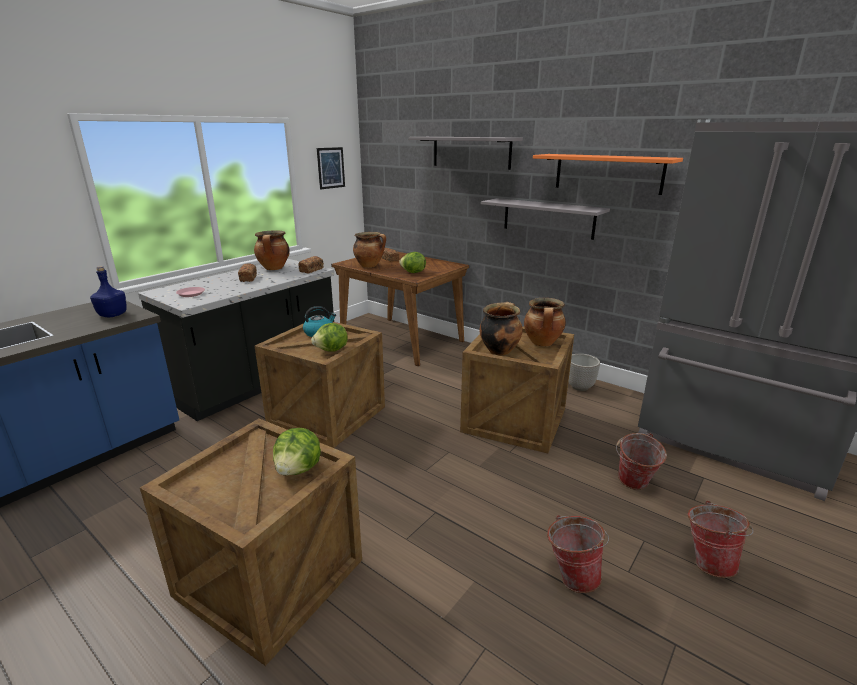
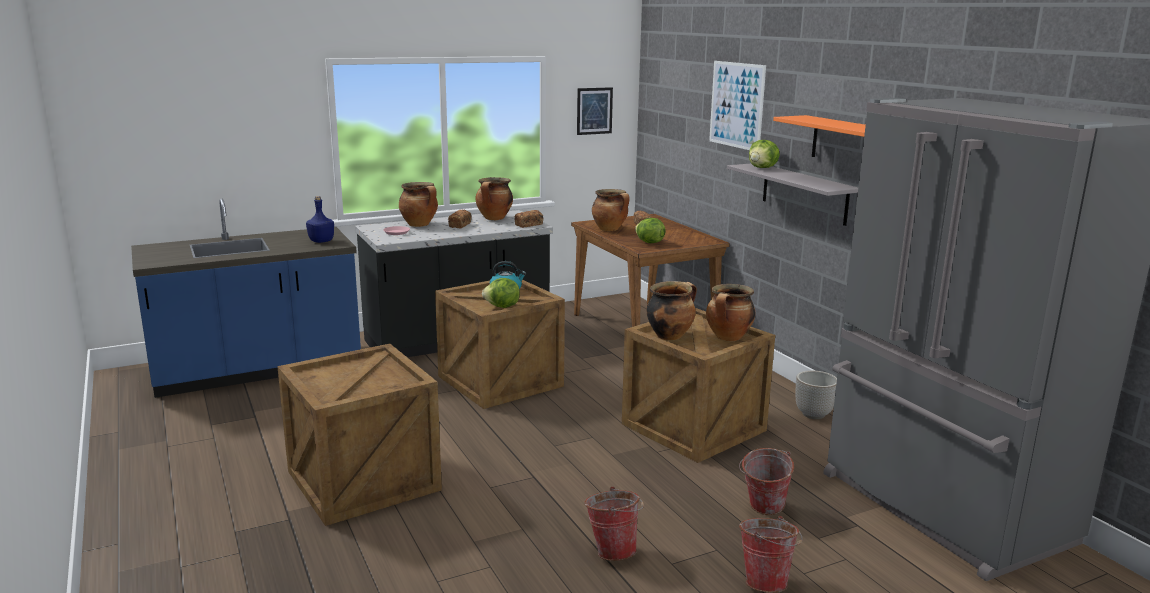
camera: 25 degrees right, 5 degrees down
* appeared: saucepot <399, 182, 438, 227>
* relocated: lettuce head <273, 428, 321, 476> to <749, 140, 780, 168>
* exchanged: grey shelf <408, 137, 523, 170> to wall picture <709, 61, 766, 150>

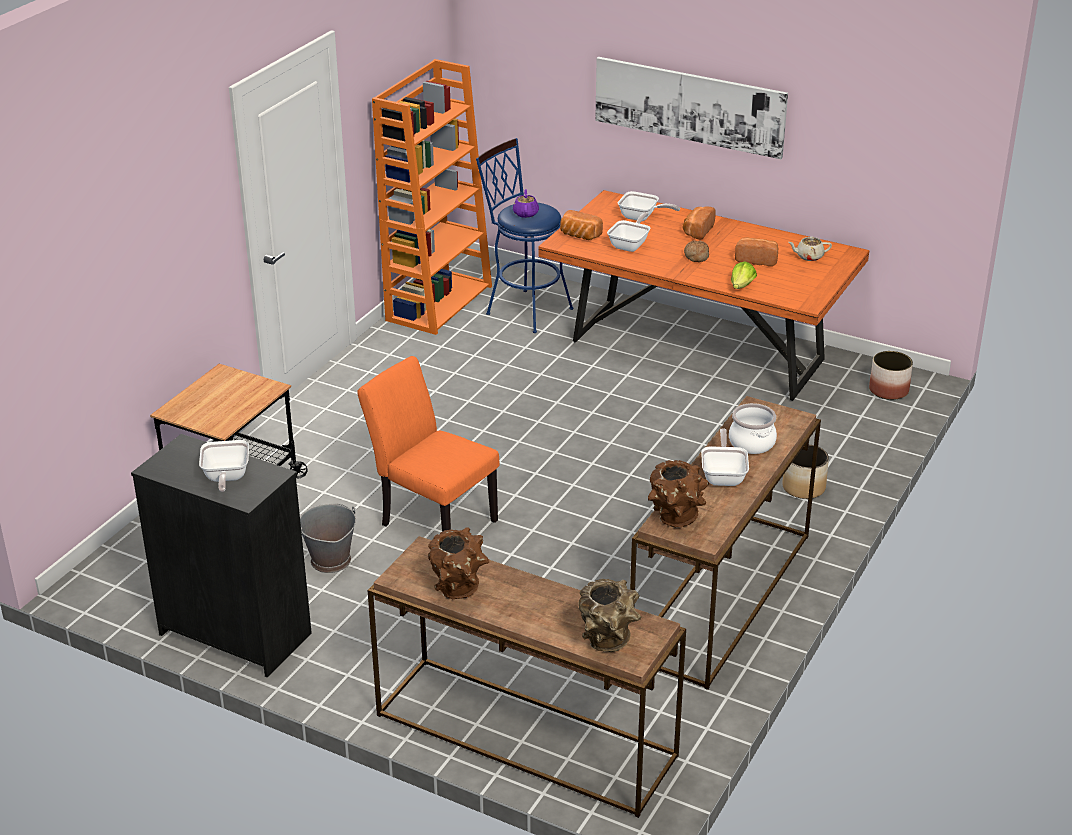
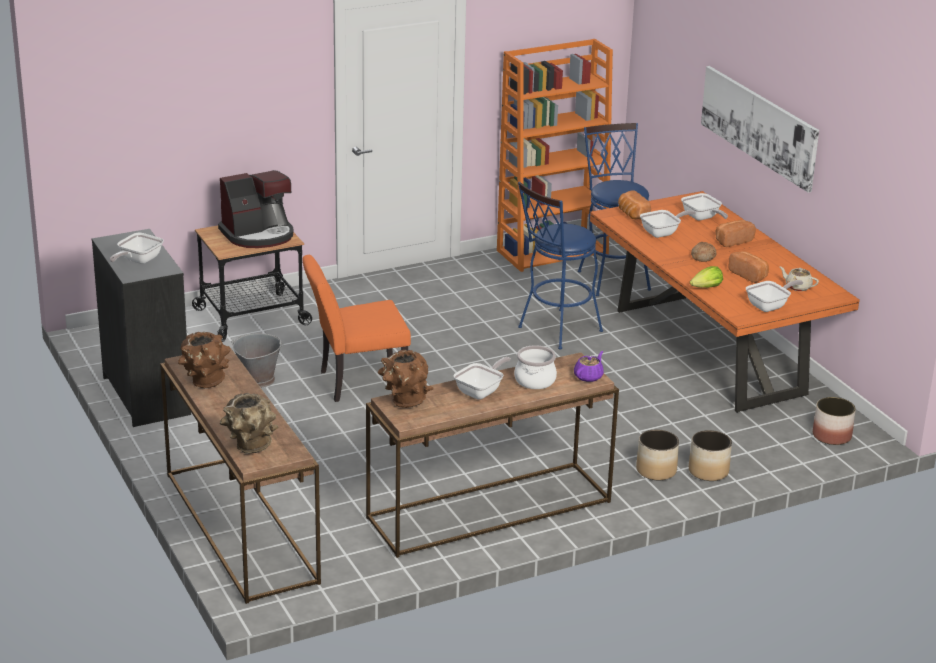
camera: 35 degrees right, 5 degrees down
* appeared: coffee maker <218, 170, 293, 248>
* appeared: blue stool <518, 182, 603, 349>
* appeared: flower pot <689, 430, 732, 481>
* appeared: pan <746, 280, 803, 312>
* relocated: purple pot for tea <513, 189, 539, 218> to <574, 351, 604, 382>
* spun: orange-coloured plain chair <357, 356, 499, 532> = <303, 255, 411, 402> 90 degrees counterclockwise

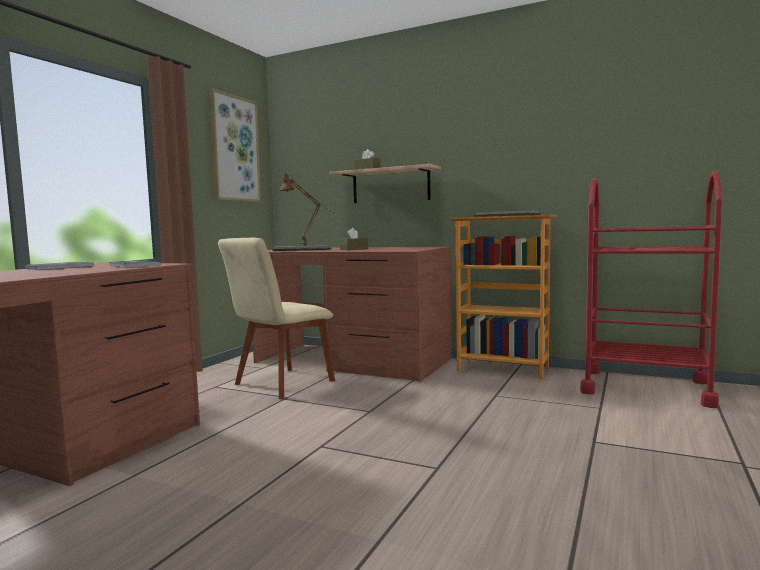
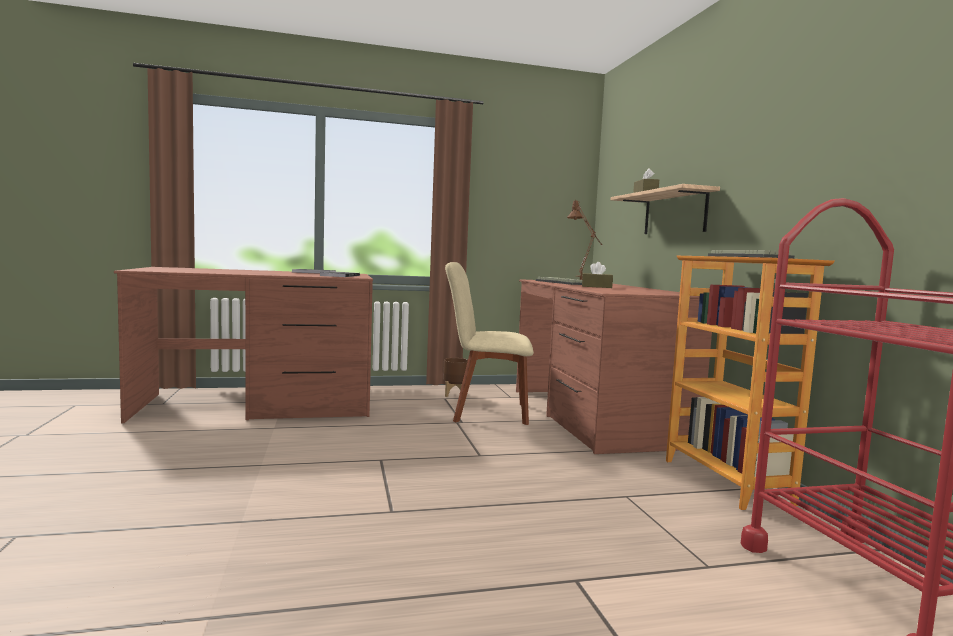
camera: 50 degrees right, 0 degrees up
* missing: wall picture <209, 88, 261, 202>
* appeared: brown-coloured flower pot <443, 358, 468, 397>

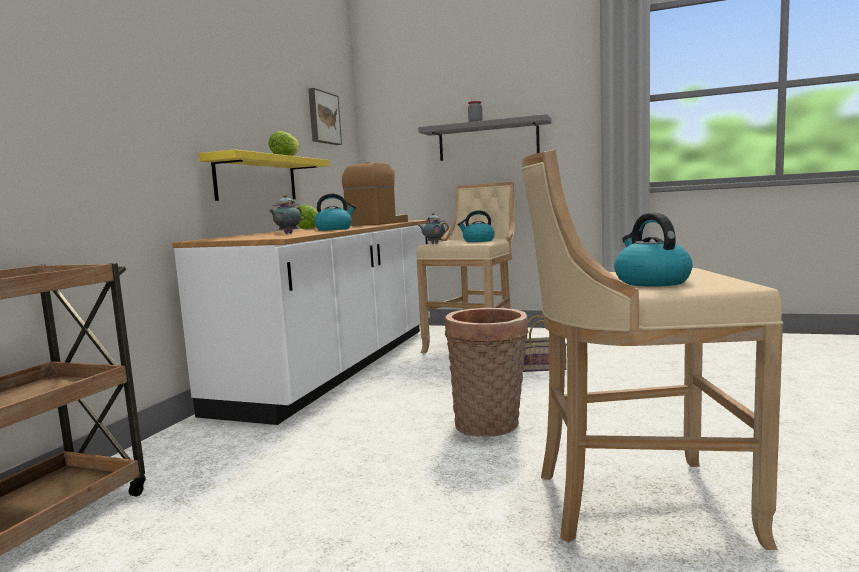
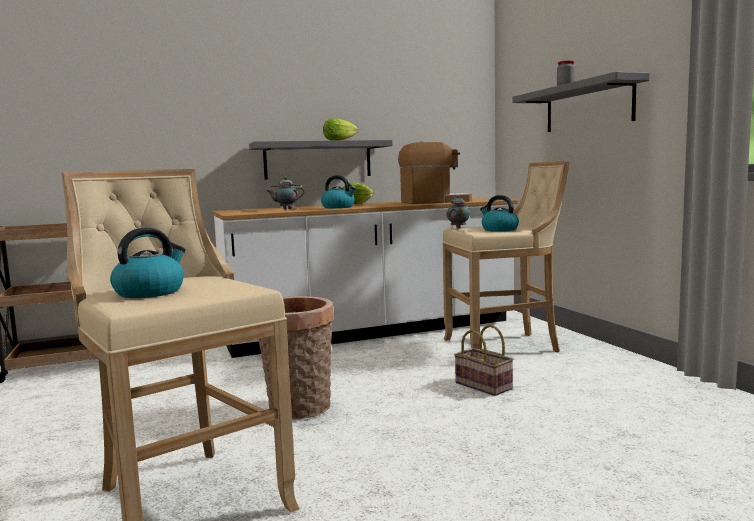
camera: 50 degrees right, 0 degrees up
* missing: wall picture <308, 88, 342, 145>
* colour: yellow-coloured shelf <198, 149, 329, 201> to grey shelf <249, 140, 393, 179>

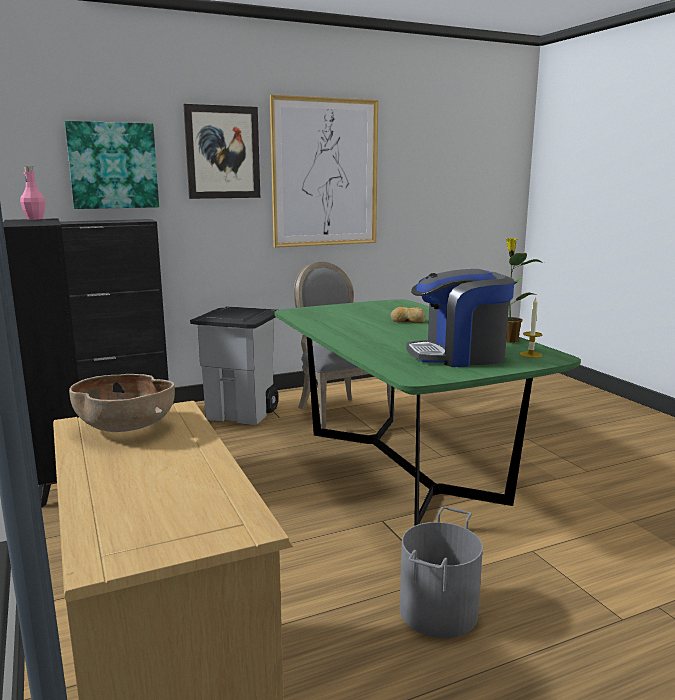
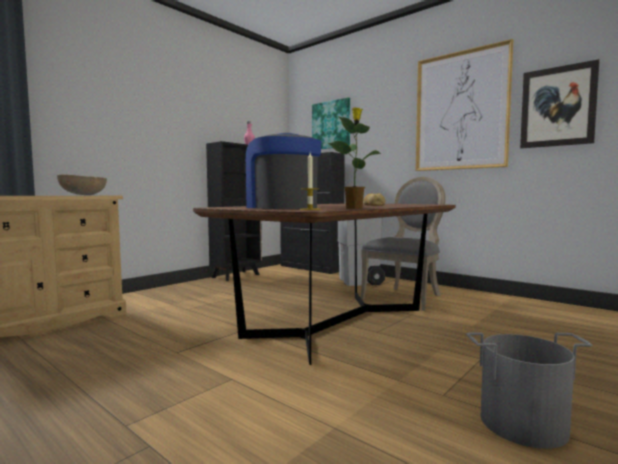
camera: 65 degrees right, 10 degrees down
* relocated: wall picture <183, 104, 260, 199> to <520, 59, 600, 149>
* relocated: grey pail <400, 507, 483, 638> to <466, 332, 592, 449>
* colour: green dining table <274, 299, 581, 526> to brown-coloured dining table <193, 203, 456, 365>

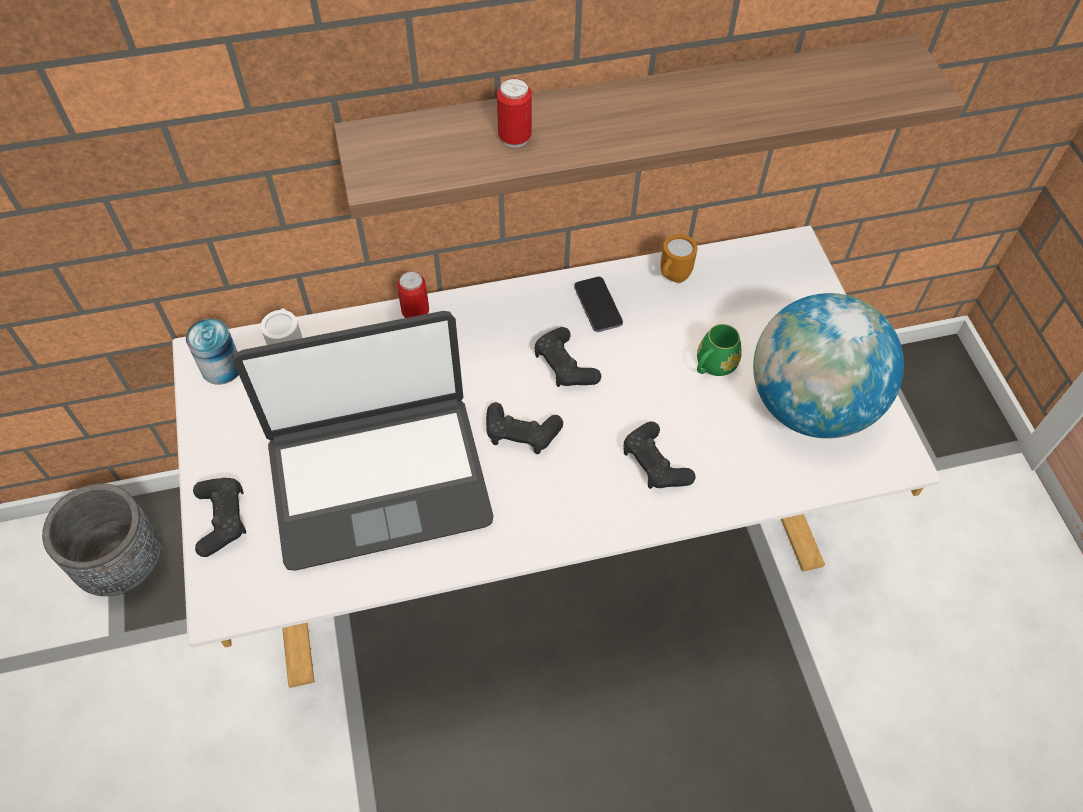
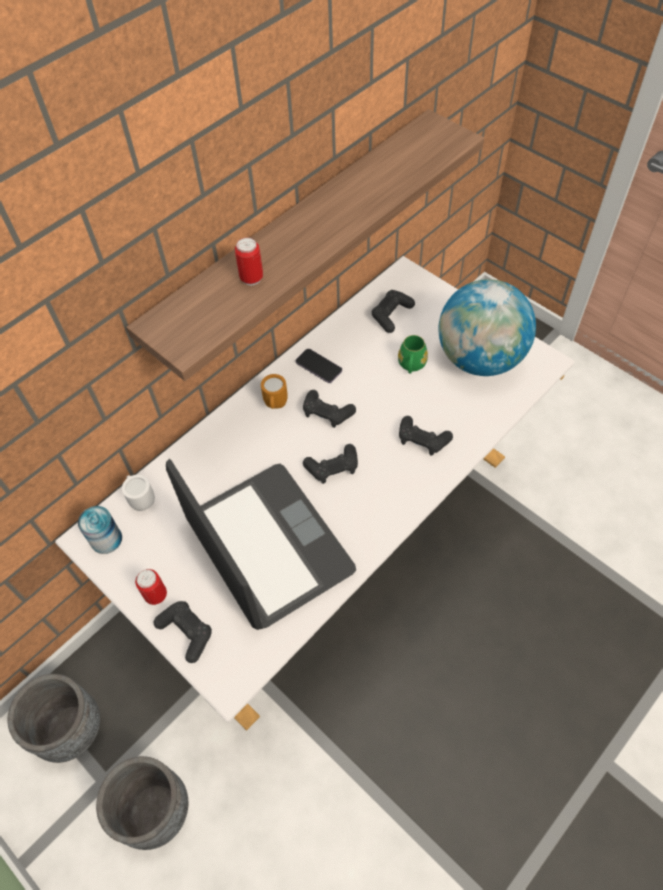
camera: 30 degrees left, 0 degrees up
* appeared: grey flower pot <96, 756, 188, 850>
* appeared: blackish game controller <372, 290, 415, 333>
* relocated: metal can <397, 271, 429, 318> to <135, 569, 167, 605>
* relocated: orange-coloured coffee mug <660, 234, 697, 283> to <261, 374, 288, 409>
* spun: portable computer <234, 311, 493, 570> = <166, 459, 356, 630> 75 degrees counterclockwise

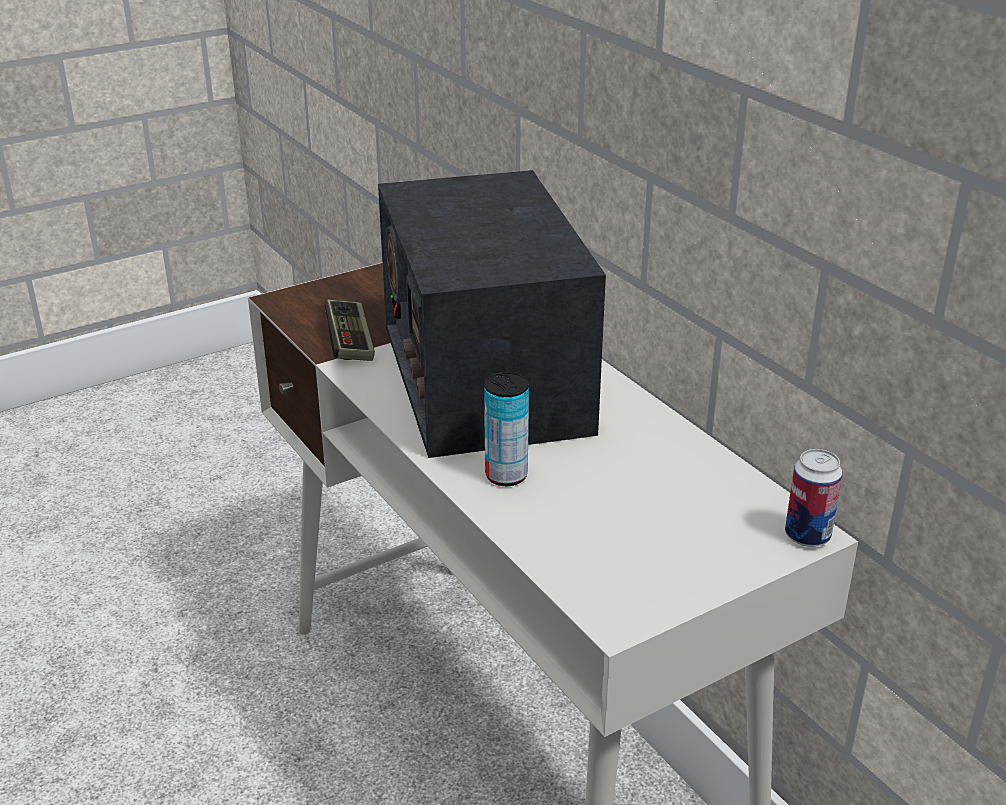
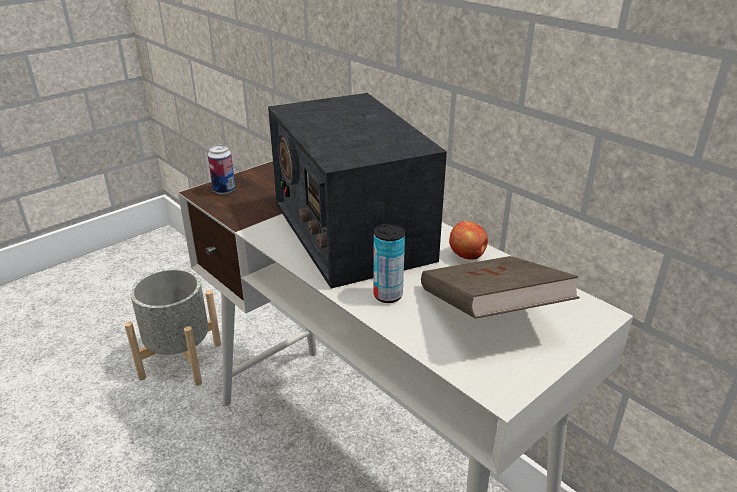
camera: 10 degrees left, 0 degrees up
* missing: game controller <325, 300, 375, 361>
* appeared: grey flower pot <124, 268, 221, 386>
* appeared: brown-coloured volume <421, 256, 580, 319>
* appeared: apple fruit <449, 221, 488, 260>
* relocated: metal can <785, 449, 842, 547> to <208, 145, 235, 195>

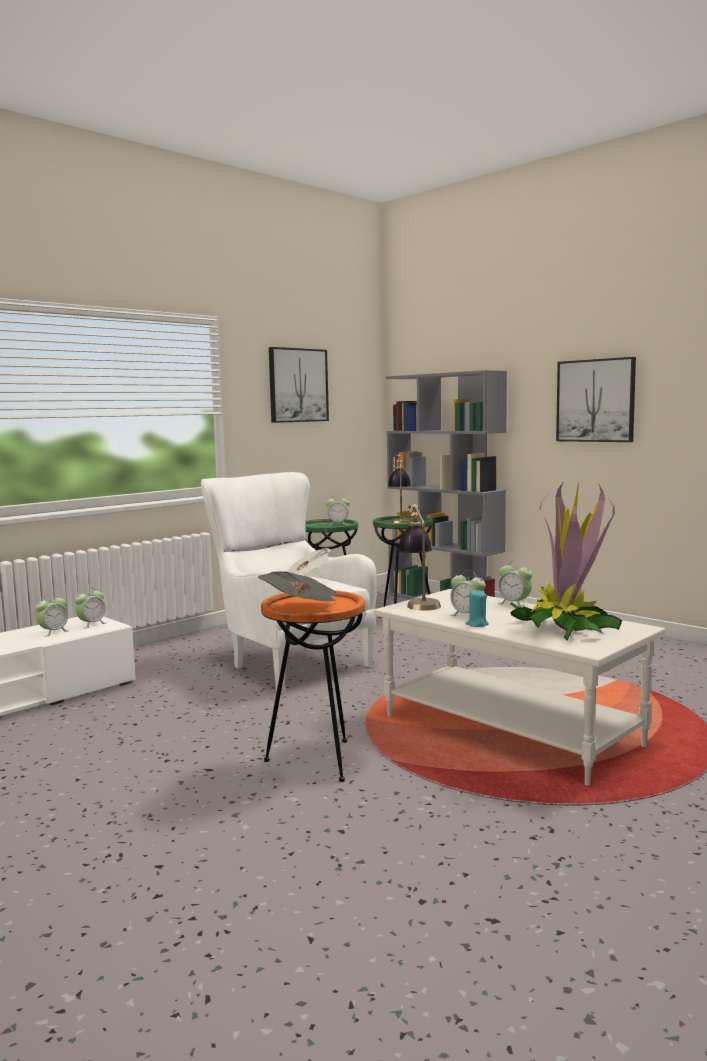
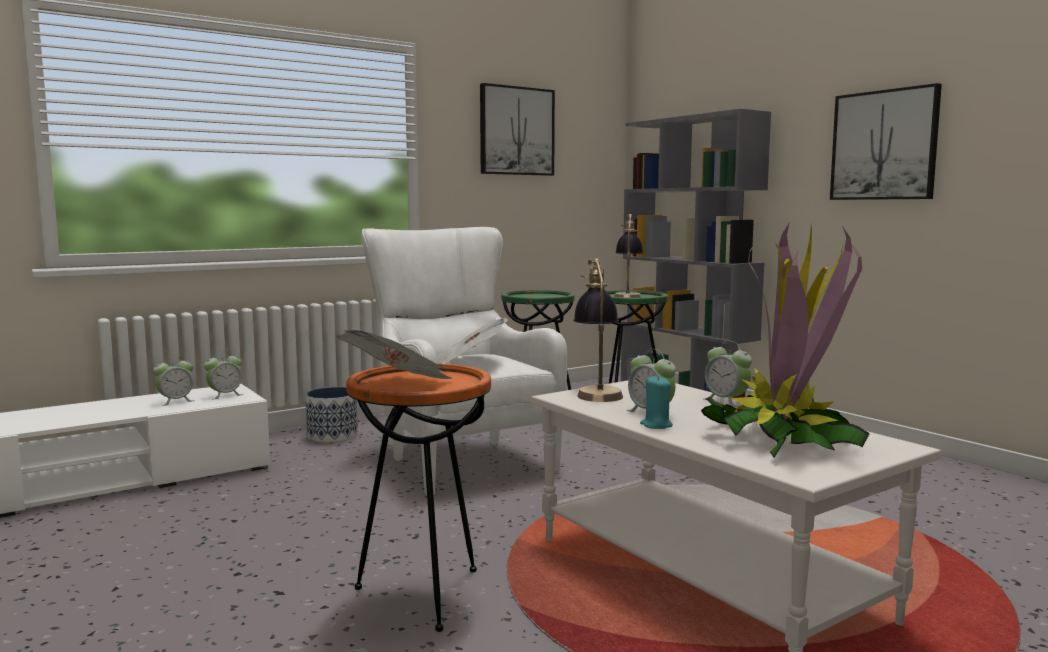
camera: 10 degrees right, 0 degrees up
* missing: bedside clock <326, 499, 350, 525>
* appeared: flower pot <305, 387, 358, 443>

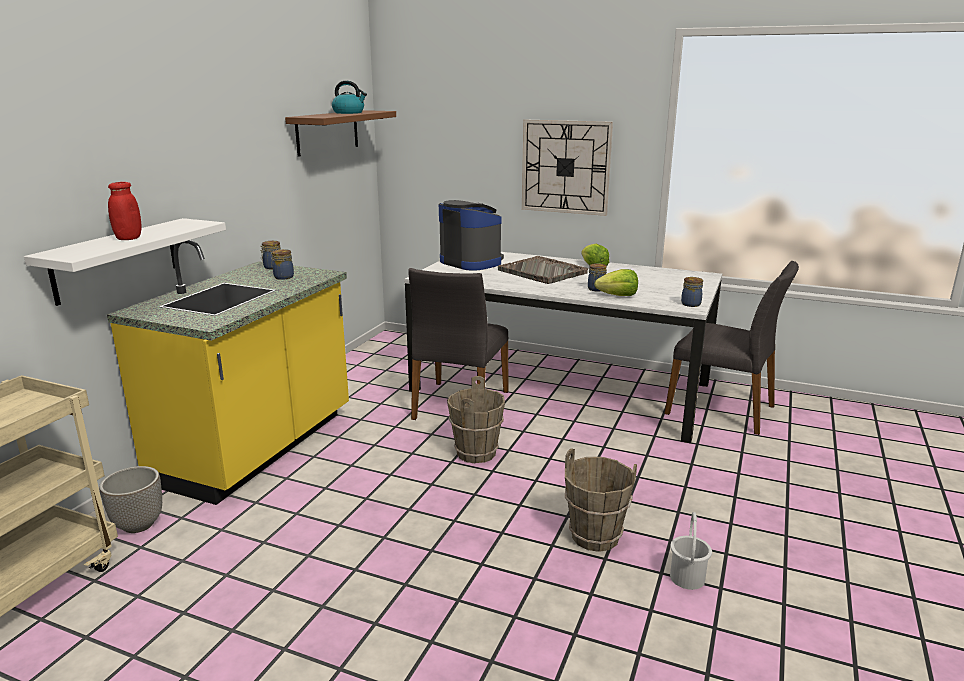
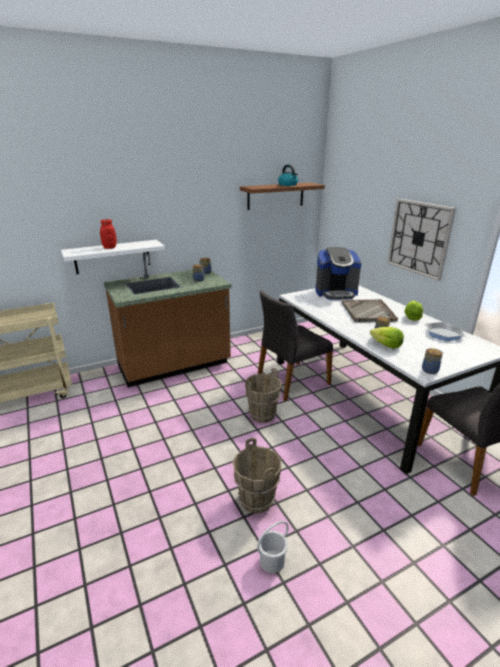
camera: 40 degrees right, 5 degrees up
* missing: flower pot <99, 466, 162, 533>
* appeared: pan <425, 322, 467, 341>
* colour: yellow-coloured kitchen base unit <107, 240, 349, 505> to brown-coloured kitchen base unit <103, 252, 232, 387>
* spun: coffee maker <439, 200, 504, 271> = <315, 247, 362, 300> 90 degrees clockwise

